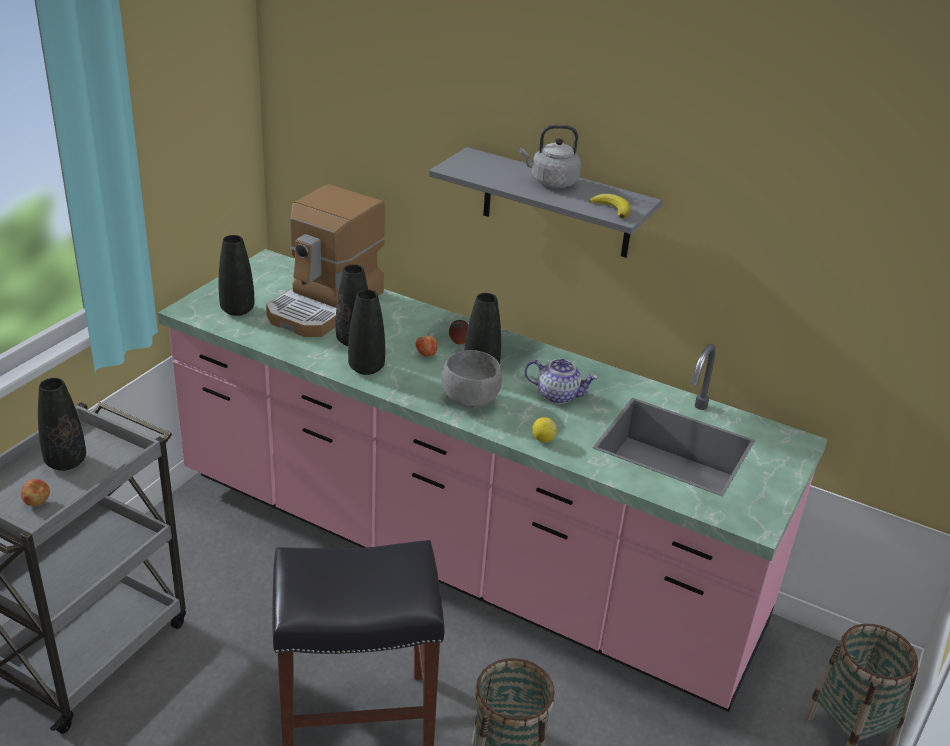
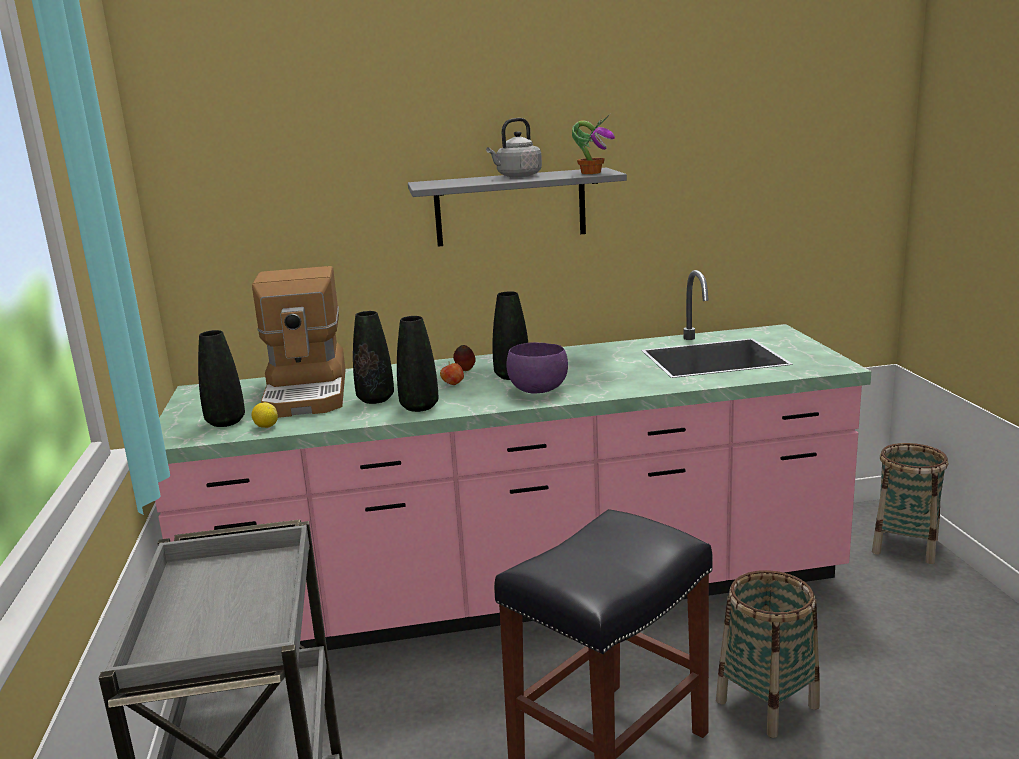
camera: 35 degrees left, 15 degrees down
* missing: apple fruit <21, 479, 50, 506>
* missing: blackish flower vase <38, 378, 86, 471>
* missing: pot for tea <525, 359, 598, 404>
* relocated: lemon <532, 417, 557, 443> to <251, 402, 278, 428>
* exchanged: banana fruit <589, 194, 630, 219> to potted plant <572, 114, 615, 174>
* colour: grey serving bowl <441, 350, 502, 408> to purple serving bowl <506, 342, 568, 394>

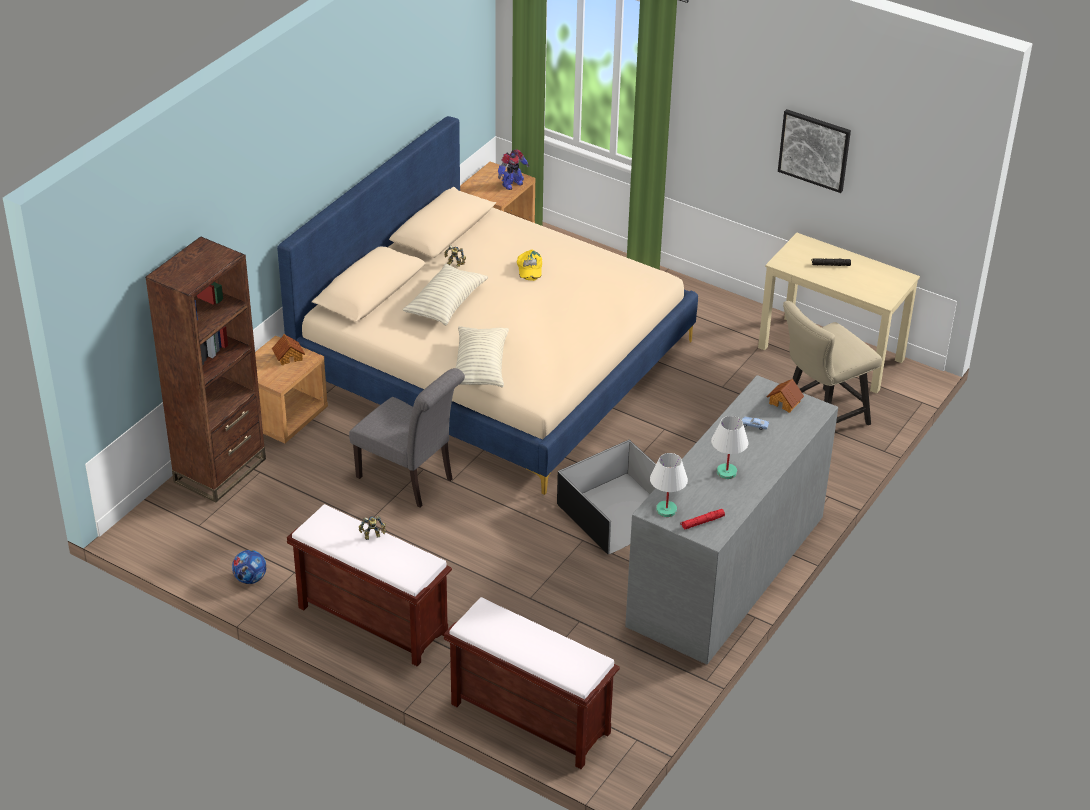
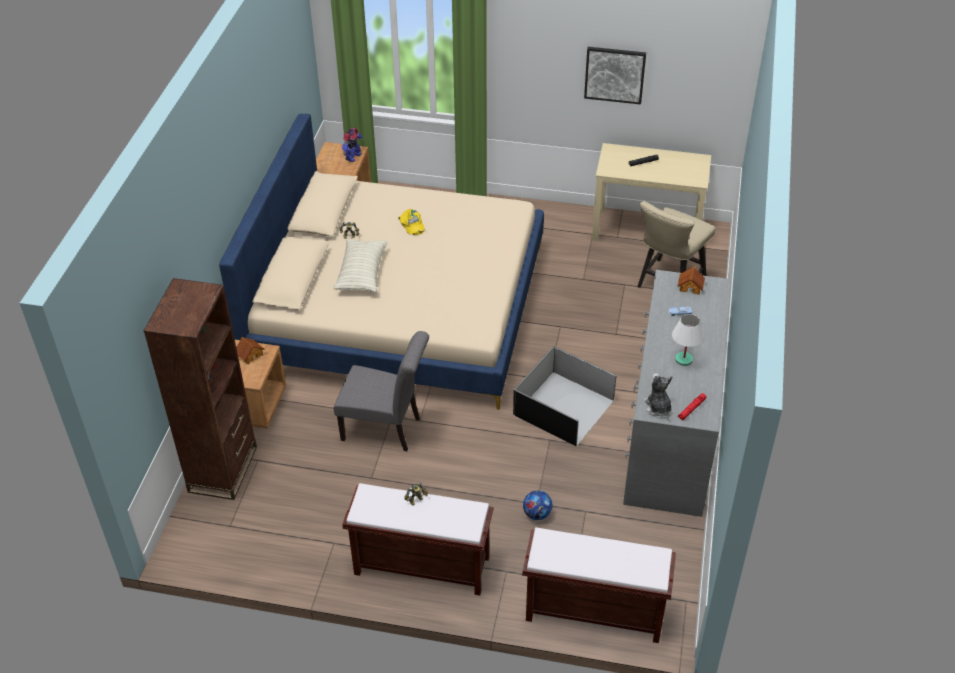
camera: 20 degrees left, 5 degrees up
* missing: throw pillow <456, 326, 509, 387>
* relocated: football ball <232, 550, 266, 584> to <523, 490, 553, 520>
* exchanged: whitish lamp for a table <650, 453, 688, 517> to soft toy <644, 373, 672, 417>

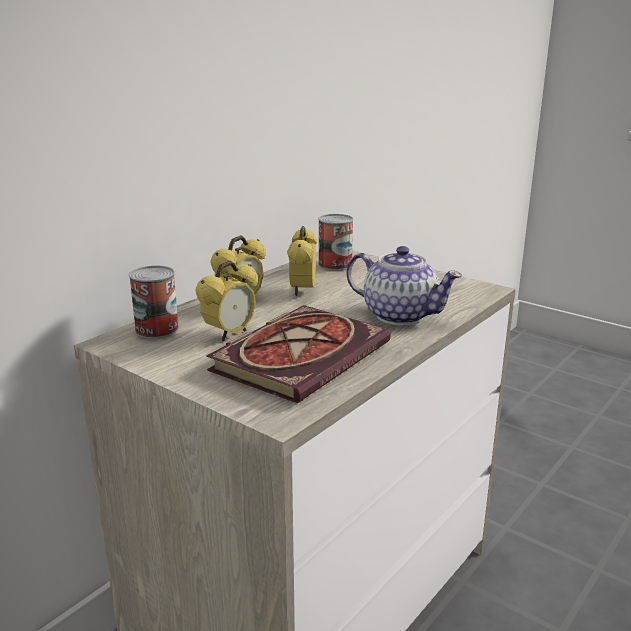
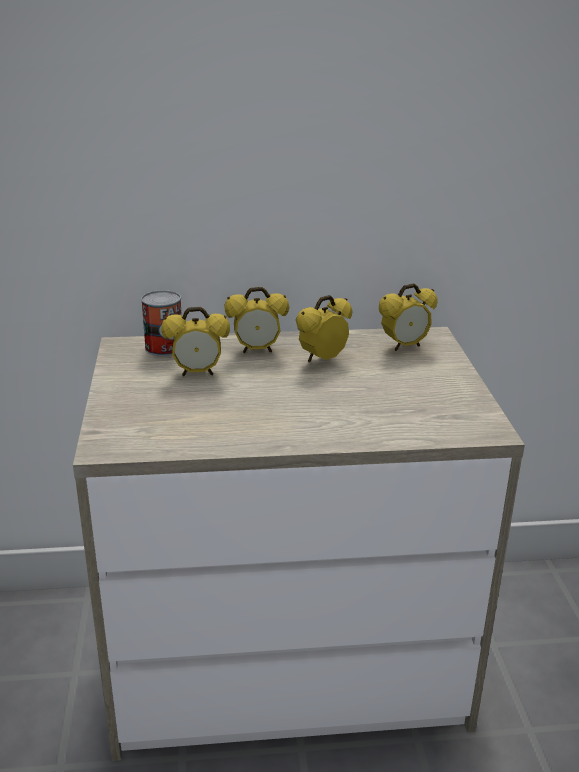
camera: 45 degrees right, 5 degrees up
* missing: volume <206, 305, 391, 403>
* missing: pot for tea <346, 246, 462, 325>
* exchanged: metal can <318, 214, 354, 270> to bedside clock <379, 283, 438, 351>

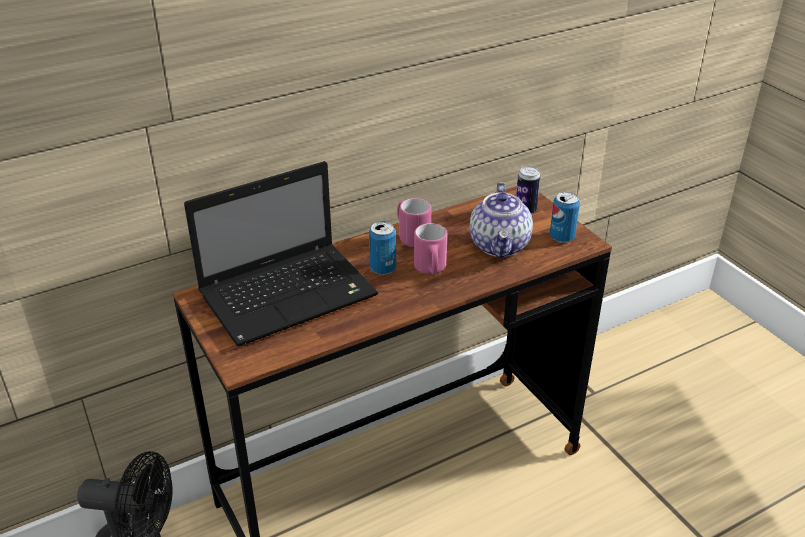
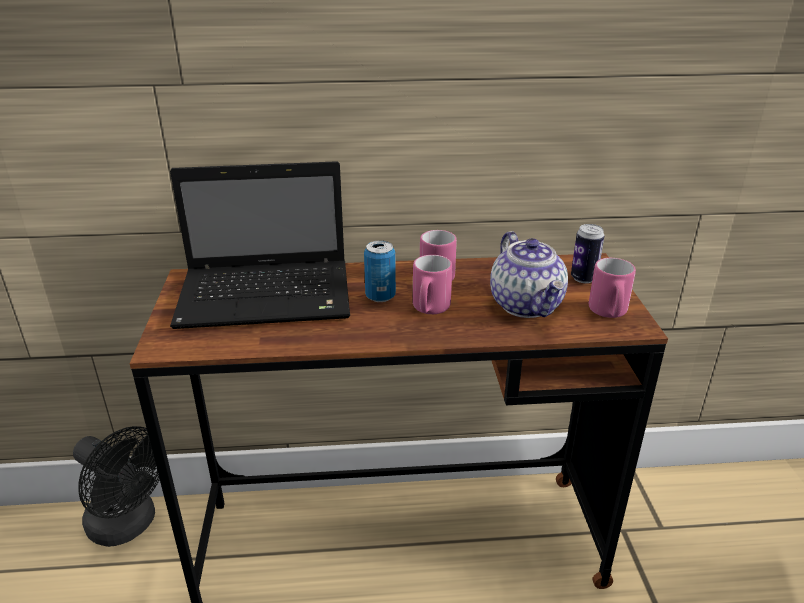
camera: 25 degrees right, 5 degrees down
* exchanged: metal can <550, 192, 580, 243> to pink coffee mug <589, 258, 636, 318>
* spun: pot for tea <470, 182, 533, 258> = <490, 231, 568, 318> 45 degrees counterclockwise

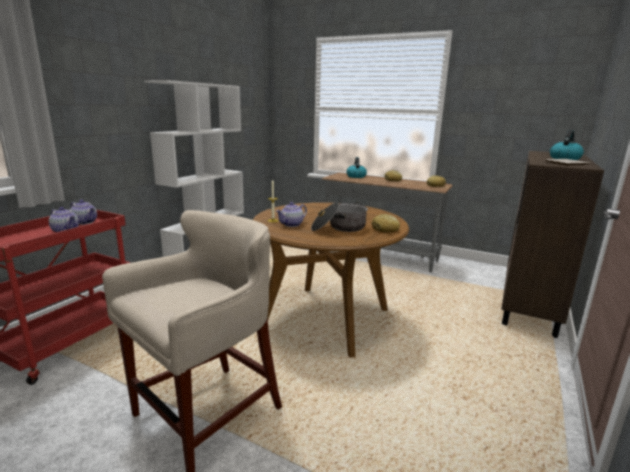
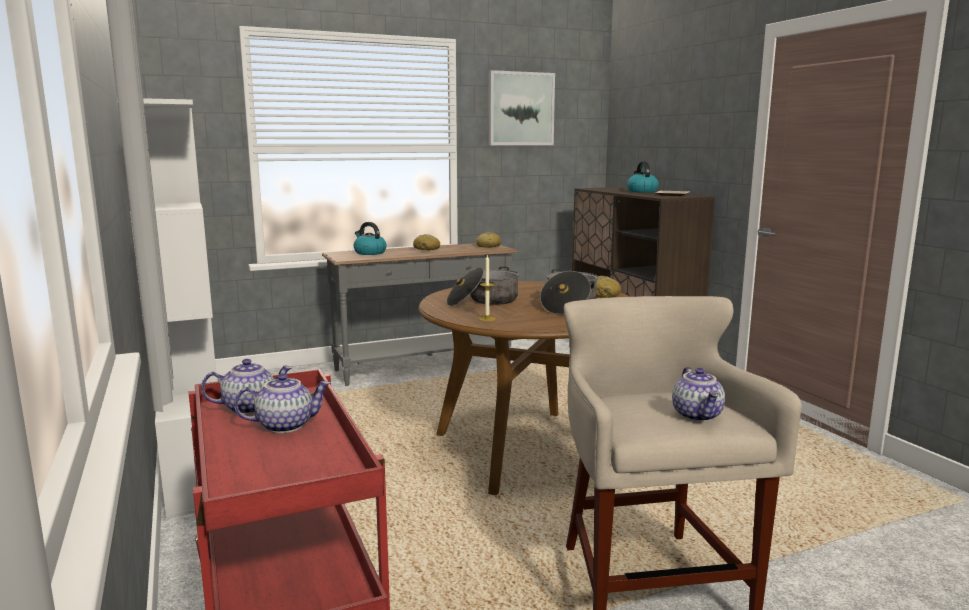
camera: 50 degrees left, 5 degrees down
* appeared: saucepot <447, 267, 519, 306>
* appeared: wall picture <489, 70, 555, 145>
* relocated: pot for tea <276, 202, 307, 227> to <672, 367, 725, 422>

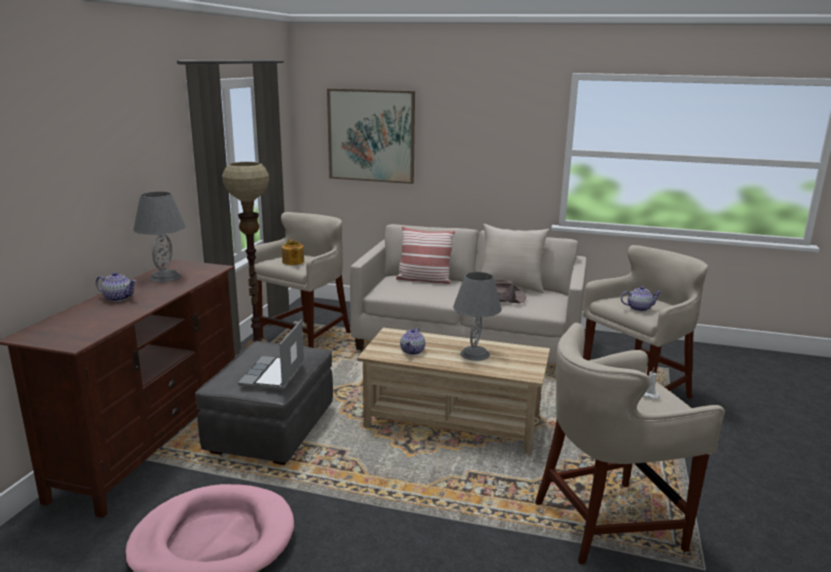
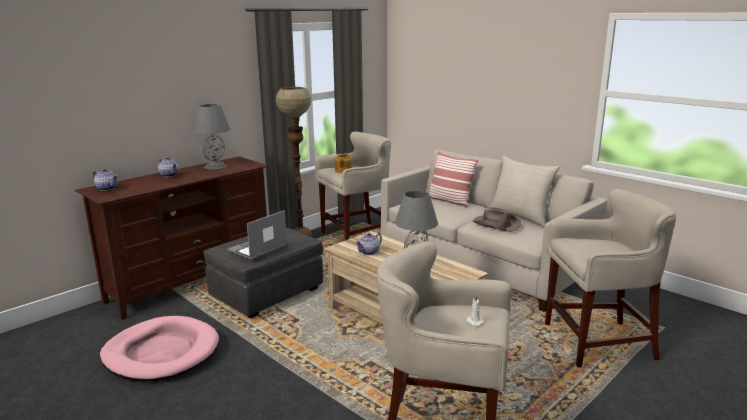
camera: 30 degrees right, 0 degrees up
* missing: wall picture <327, 88, 415, 184>
* relocated: pot for tea <621, 286, 661, 311> to <93, 169, 118, 191>

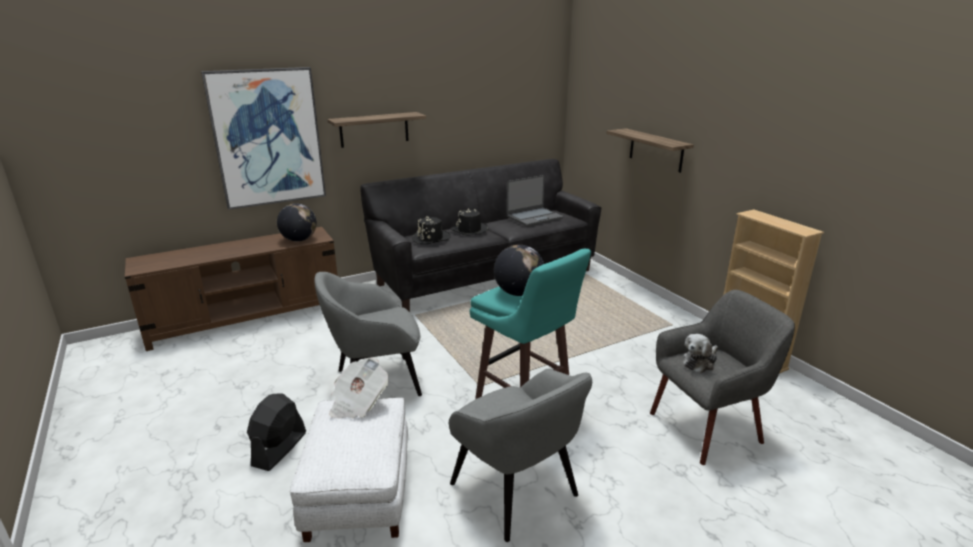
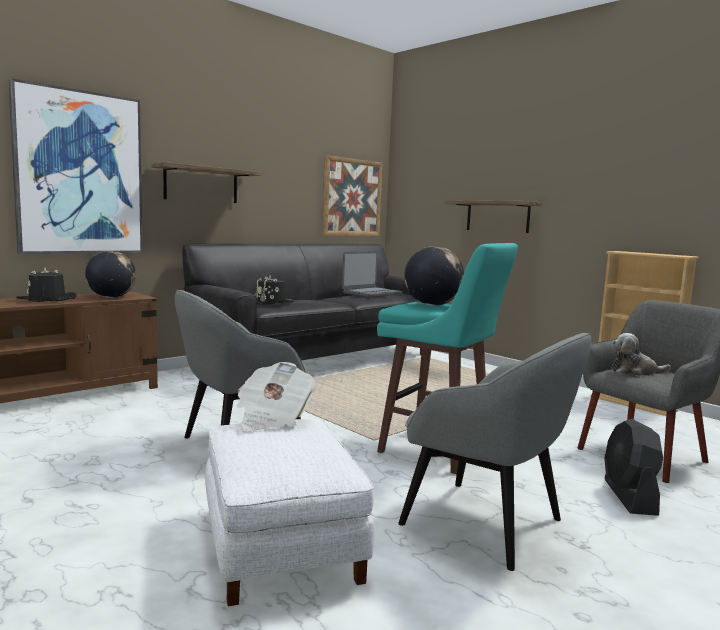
camera: 15 degrees left, 15 degrees down
* appeared: wall picture <322, 155, 383, 236>
* relocated: blackish fan <247, 394, 306, 471> to <604, 419, 663, 516>
* relocated: blackish hat <451, 208, 488, 236> to <16, 268, 77, 302>
* spun: soft toy <683, 334, 718, 373> = <611, 333, 671, 376> 60 degrees clockwise

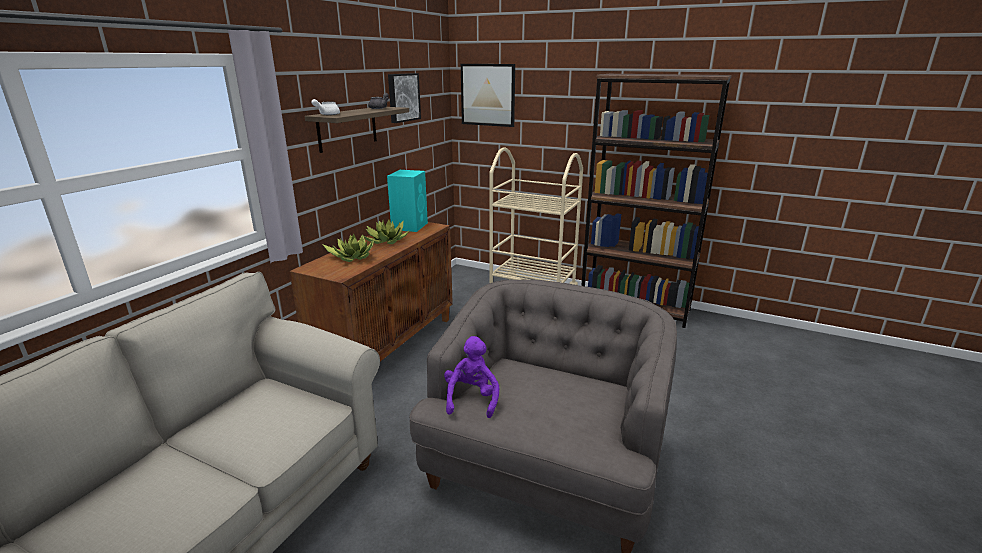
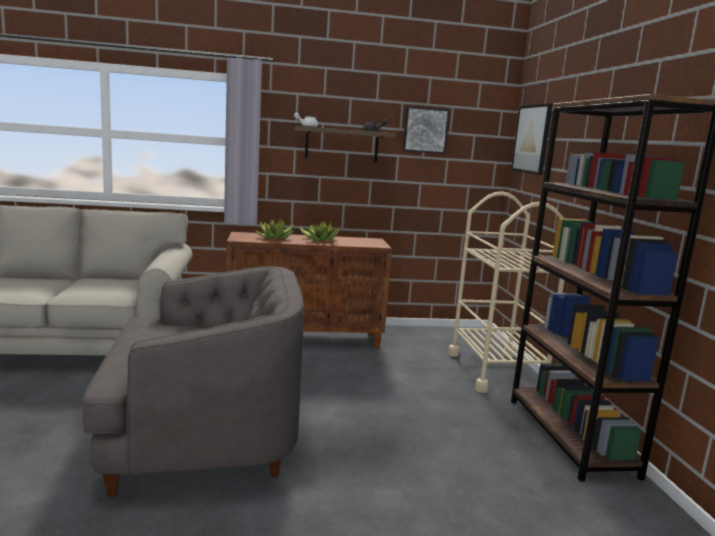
camera: 55 degrees right, 10 degrees down
* missing: blue-green audio speaker <387, 170, 428, 232>
* missing: purple soft toy <444, 336, 499, 418>

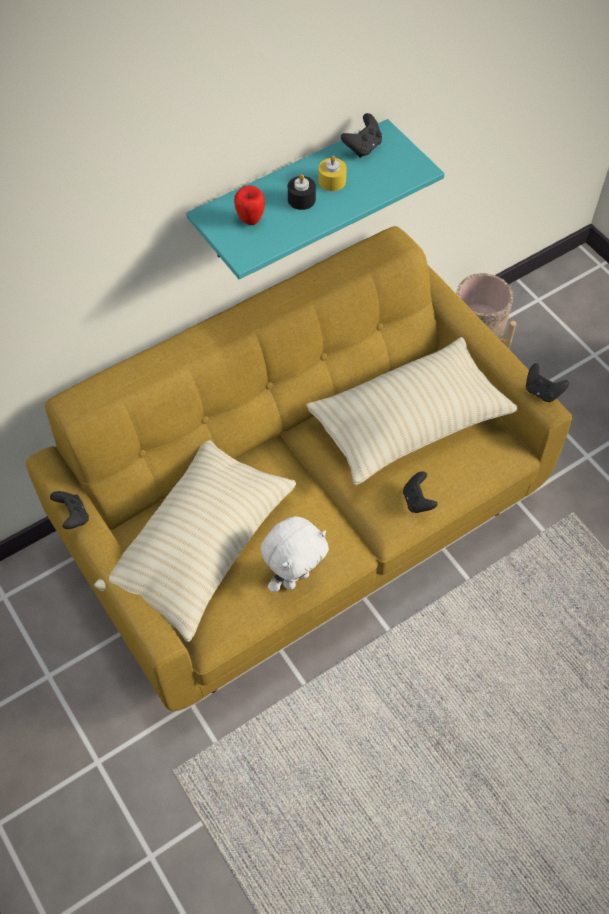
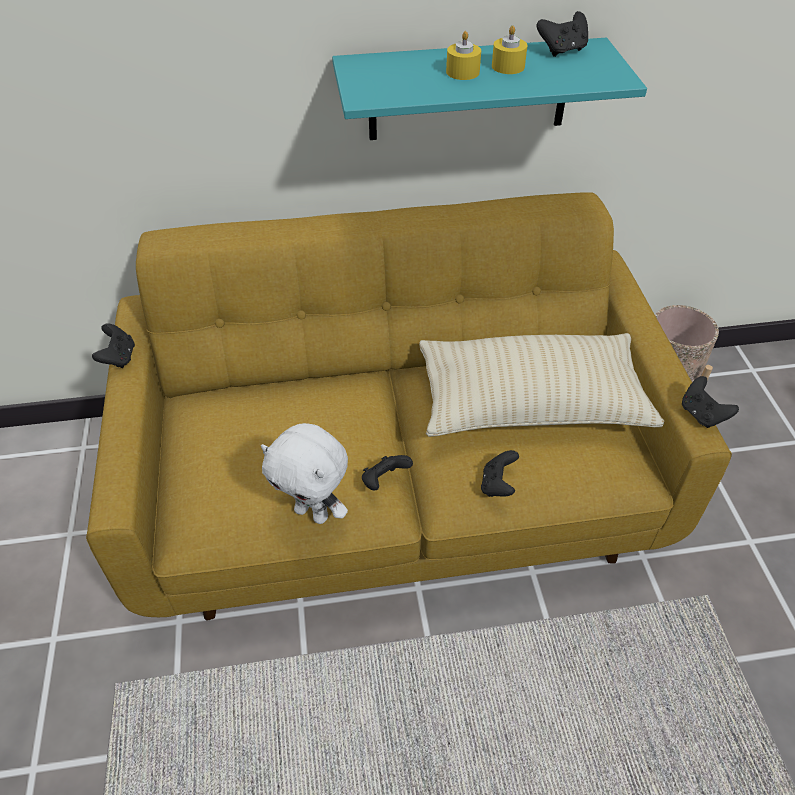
camera: 25 degrees right, 10 degrees down
* missing: beige-coloured throw pillow <94, 440, 296, 642>
* missing: apple fruit <234, 185, 265, 225>
* appeared: blackish game controller <362, 455, 413, 491>
* colour: blackish wax candle <288, 174, 316, 210> to yellow-coloured wax candle <446, 31, 481, 80>
* spun: whitish soft toy <261, 516, 329, 592> = <261, 423, 348, 524> 45 degrees clockwise

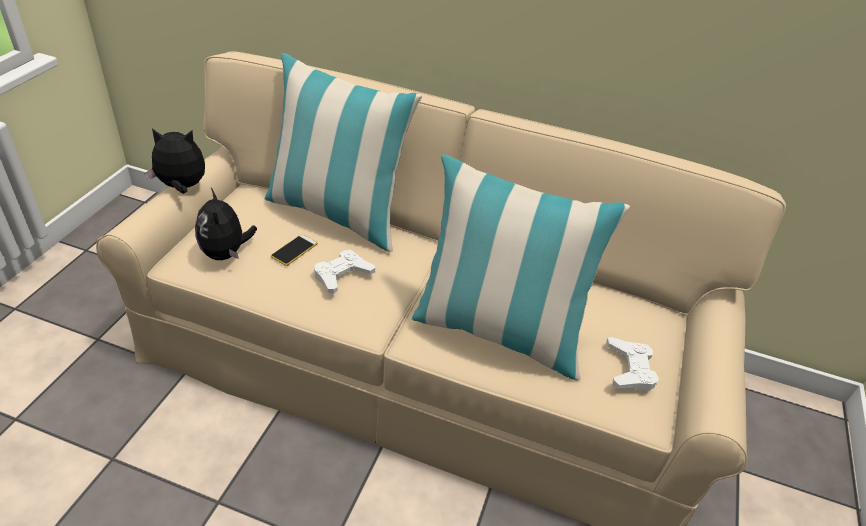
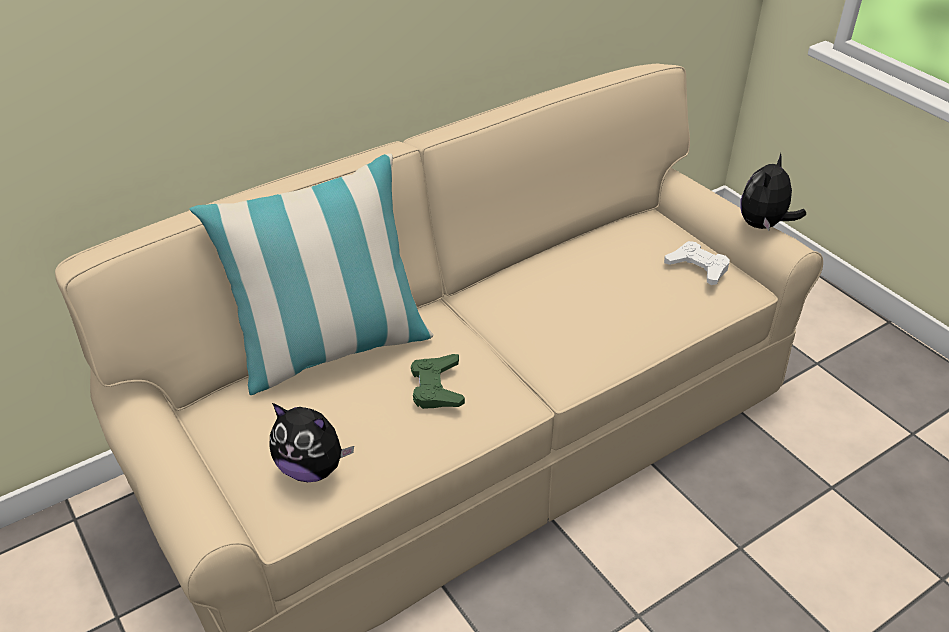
camera: 50 degrees left, 0 degrees up
* missing: phone <271, 234, 317, 266>
* missing: throw pillow <412, 154, 630, 381>
* relocated: soft toy <144, 128, 205, 194> to <740, 153, 806, 231>
* colour: whitish game controller <314, 250, 375, 294> to green game controller <411, 354, 465, 409>

